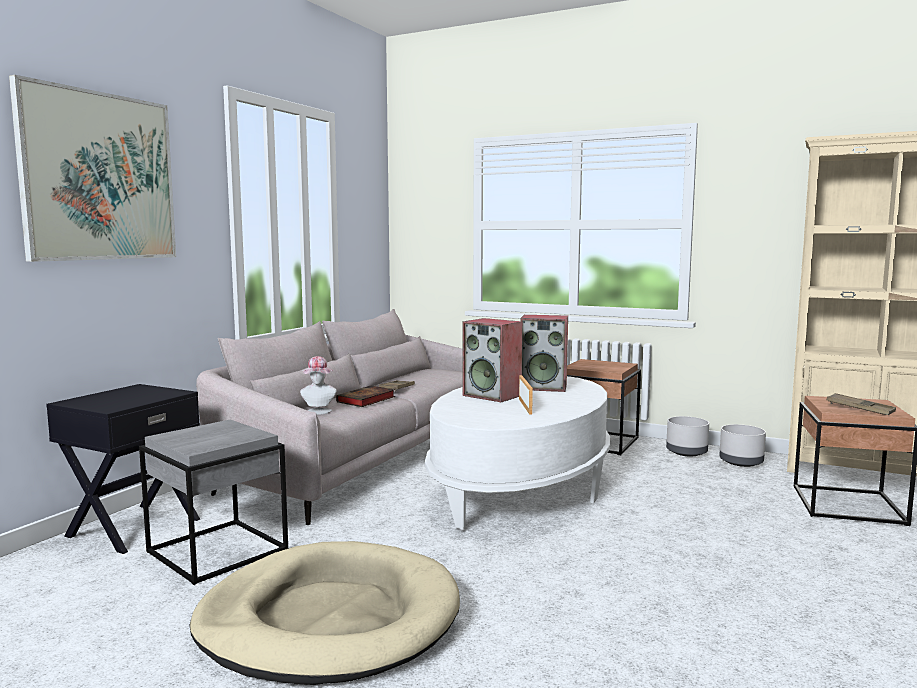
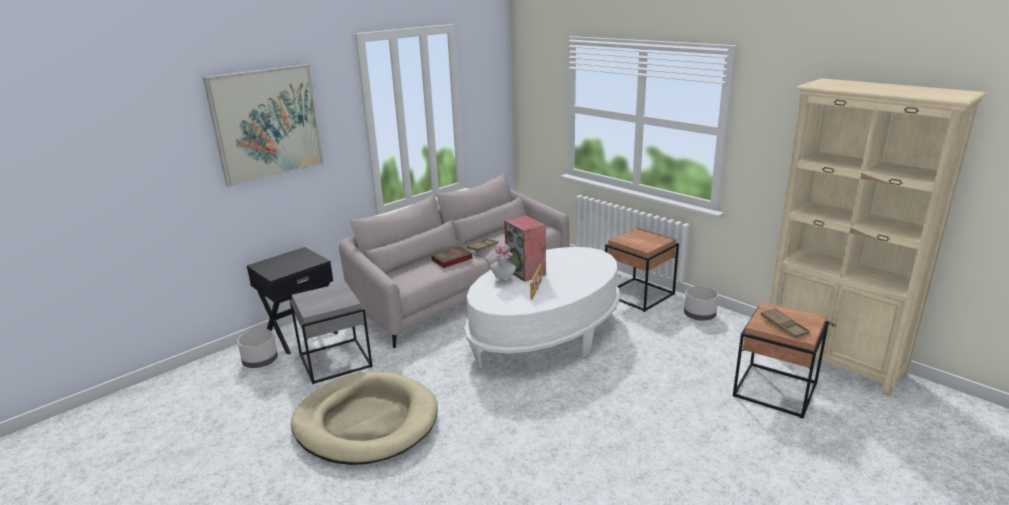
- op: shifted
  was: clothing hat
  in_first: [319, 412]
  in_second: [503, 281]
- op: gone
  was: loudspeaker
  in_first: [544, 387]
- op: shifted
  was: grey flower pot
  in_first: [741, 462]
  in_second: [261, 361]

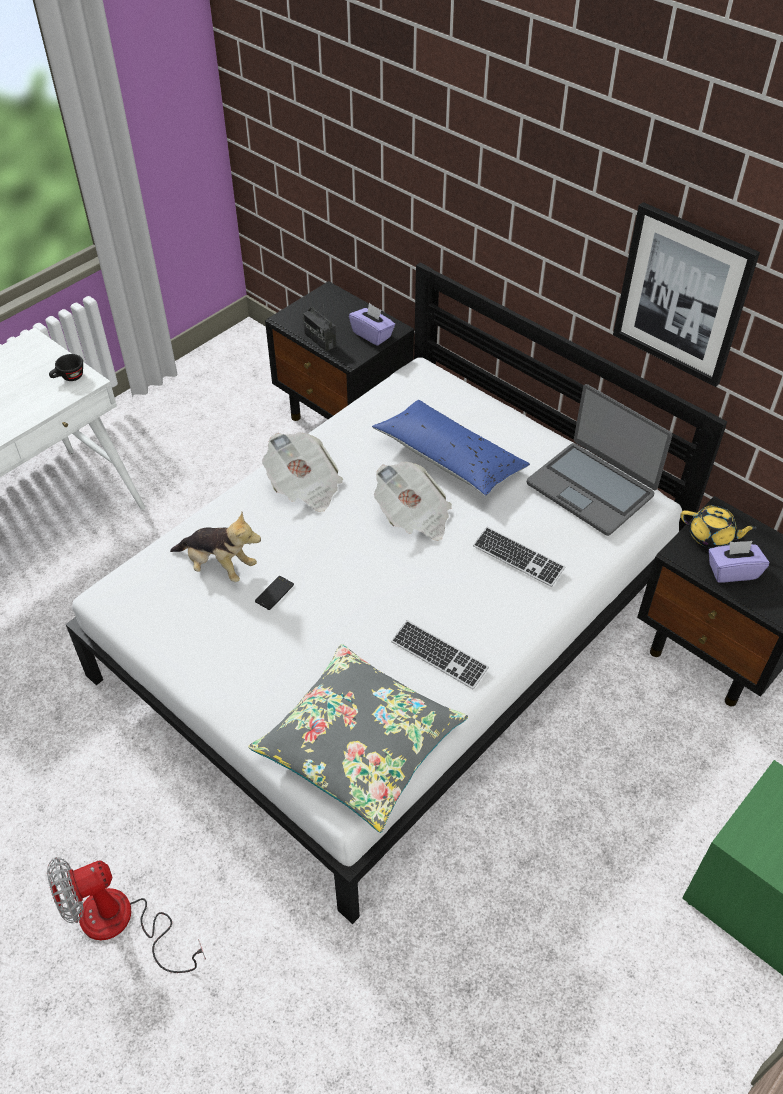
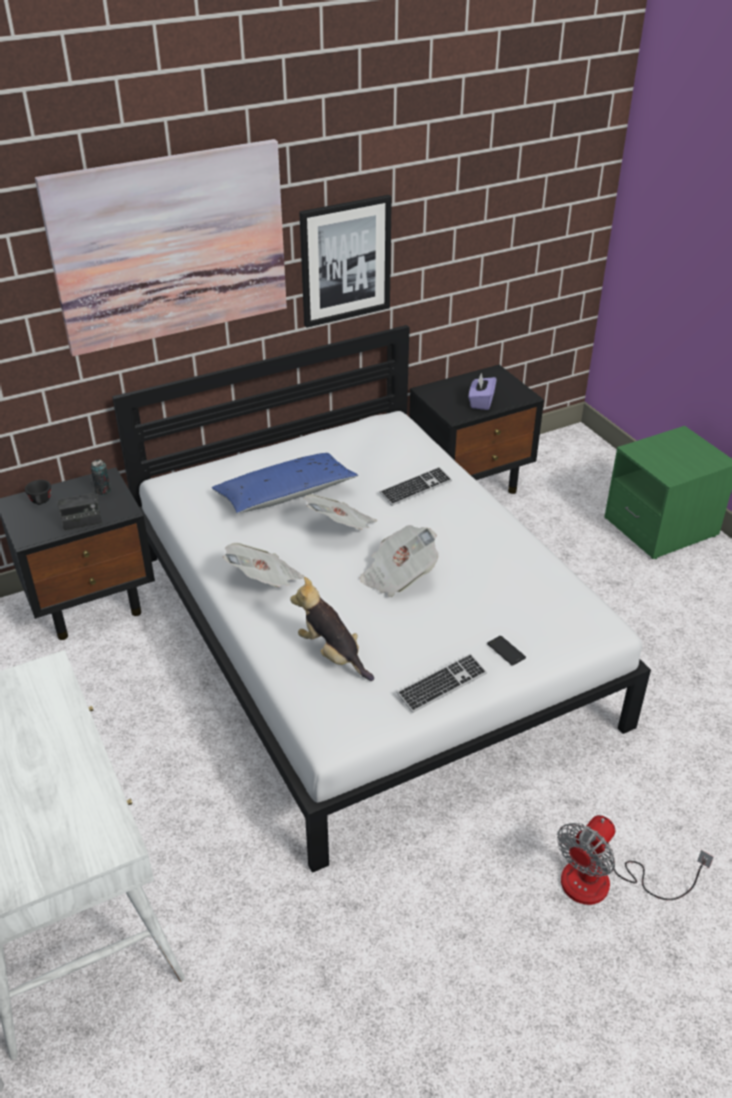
- op: rotated
  was: fan
  in_first: [122, 924]
  in_second: [604, 883]
  clockwise: 45
- op: shifted
  was: black-coloured cup
  in_first: [69, 378]
  in_second: [41, 502]
- op: rotated
  was: cuddly toy
  in_first: [218, 566]
  in_second: [332, 654]
  clockwise: -90
- op: gone
  was: grey pillow
  in_first: [360, 744]
- op: shifted
  was: telephone
  in_first: [274, 593]
  in_second: [506, 651]
- op: swapped
  was: purple-coloured tissue holder
  now: can
  in_first: [372, 334]
  in_second: [103, 491]
- op: shifted
  was: keyboard
  in_first: [439, 656]
  in_second: [442, 684]
- op: gone
  was: notebook computer
  in_first: [591, 488]
- op: gone
  was: yellow-coloured tea pot
  in_first: [711, 537]
- op: new
  now: wall art
  in_second: [171, 247]
- op: new
  now: daily paper
  in_second: [398, 576]

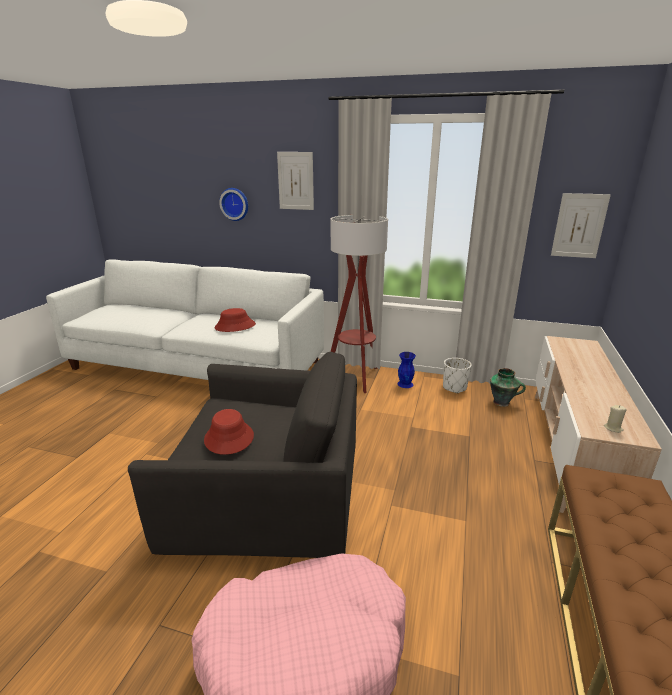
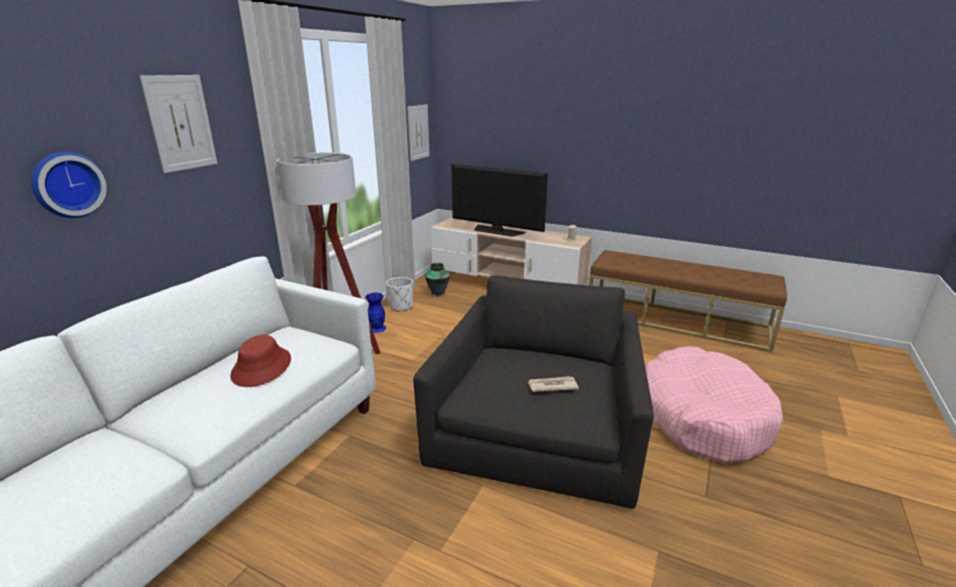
- op: swapped
  was: red-coloured clothing hat
  now: daily paper
  in_first: [228, 438]
  in_second: [552, 386]
- op: new
  now: TV set
  in_second: [497, 231]

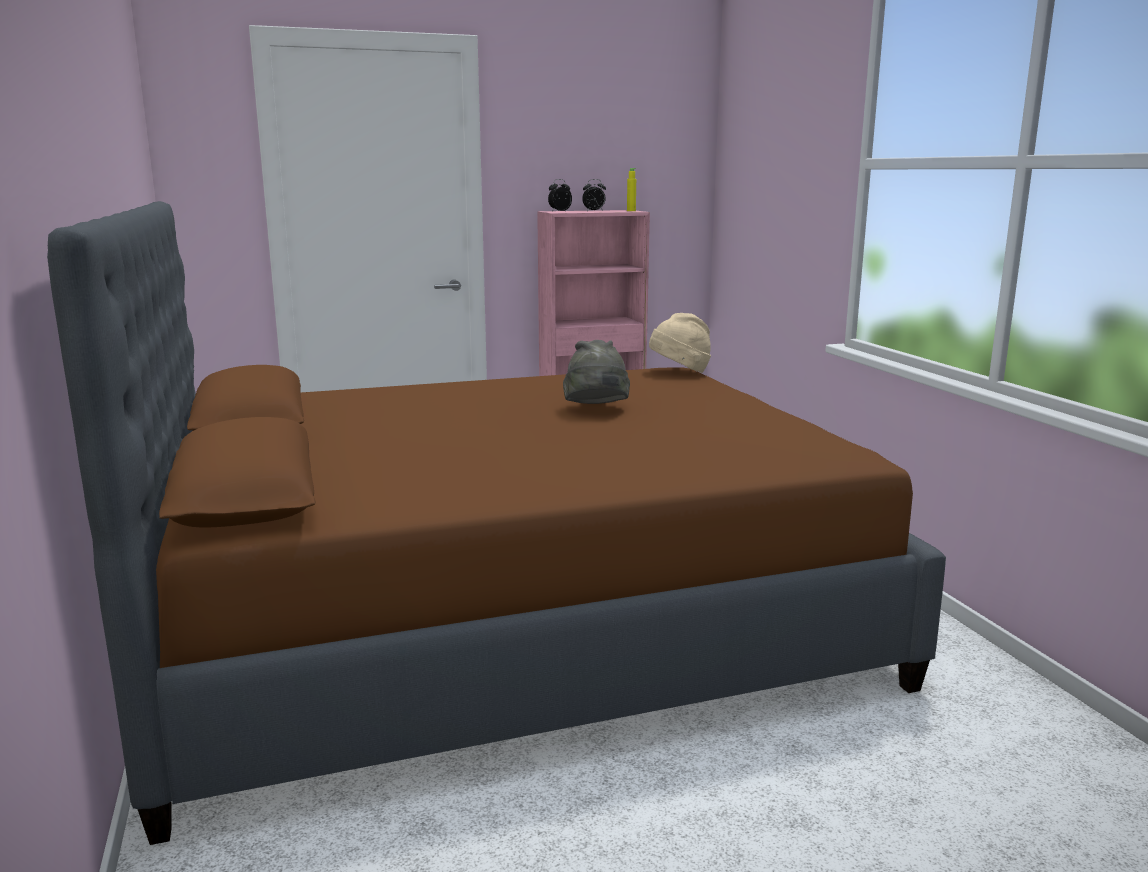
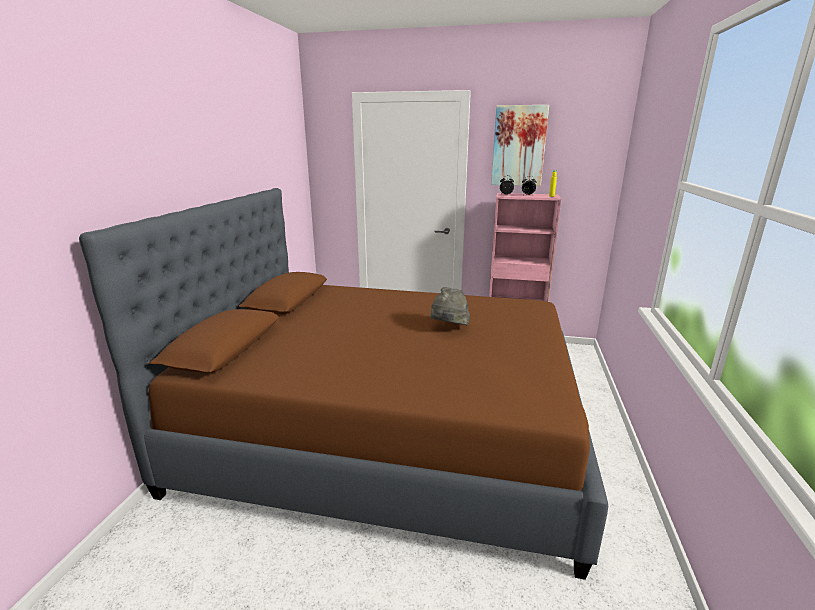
- op: gone
  was: beige clothing hat
  in_first: [680, 372]
- op: new
  now: wall art
  in_second: [518, 146]

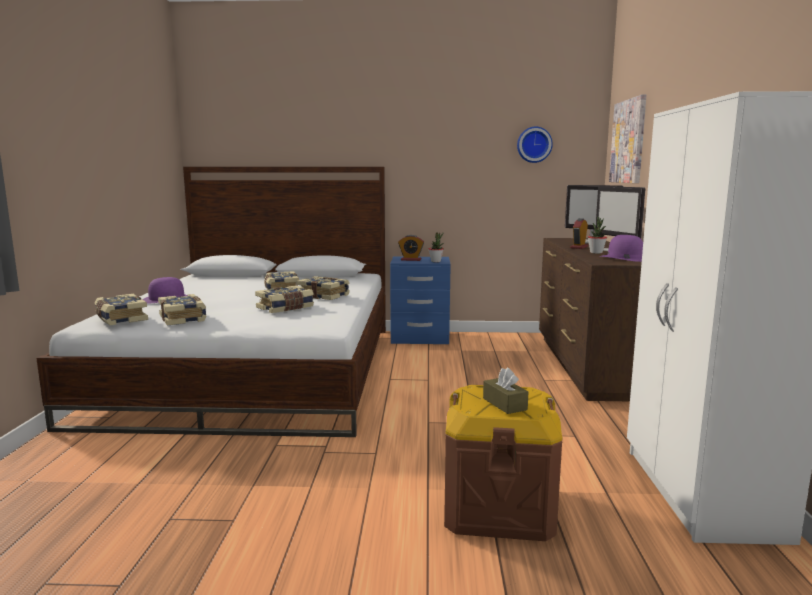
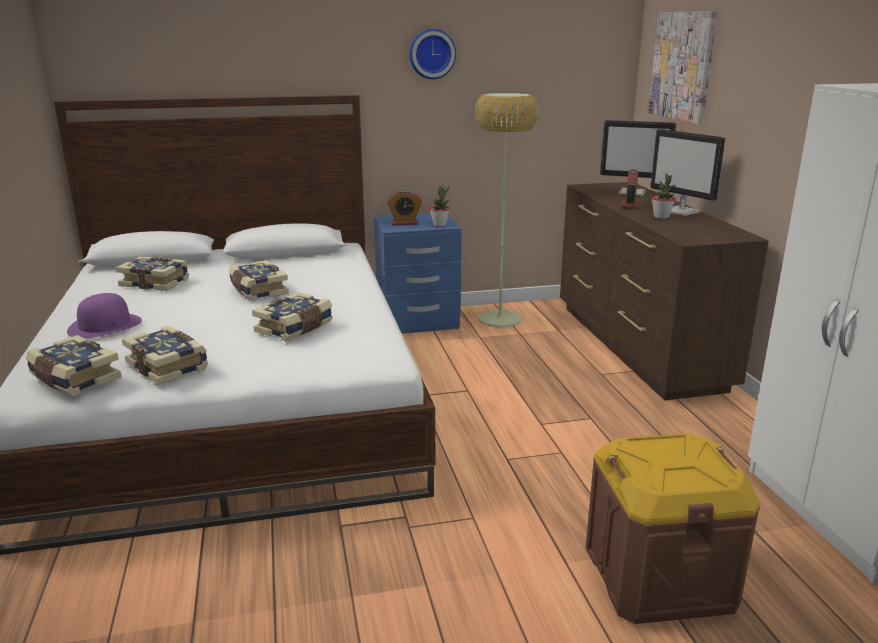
- op: shifted
  was: volume
  in_first: [324, 296]
  in_second: [155, 283]
- op: gone
  was: brownish tissue holder
  in_first: [504, 404]
- op: shifted
  was: clock on the wall
  in_first: [534, 144]
  in_second: [431, 54]
- op: gone
  was: purple-coloured clothing hat
  in_first: [625, 258]
- op: new
  now: floor lamp
  in_second: [499, 319]

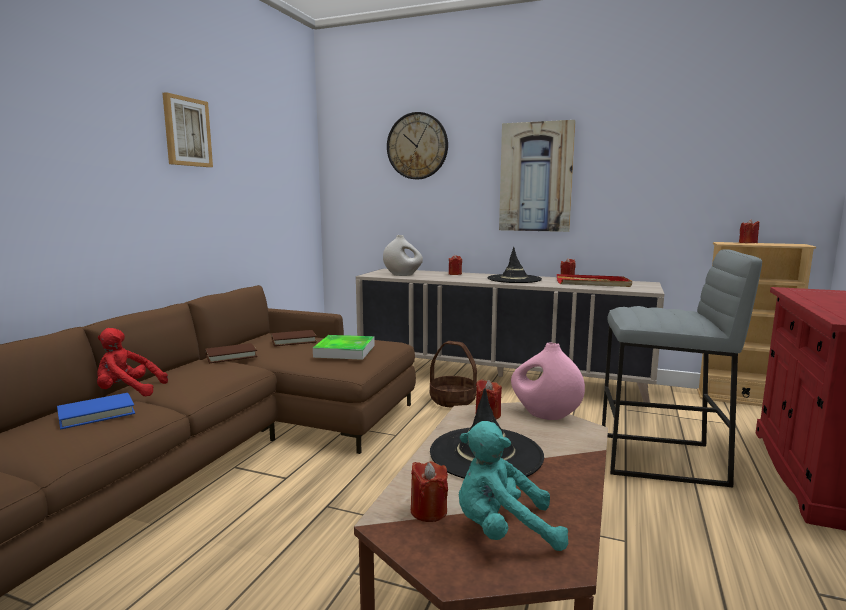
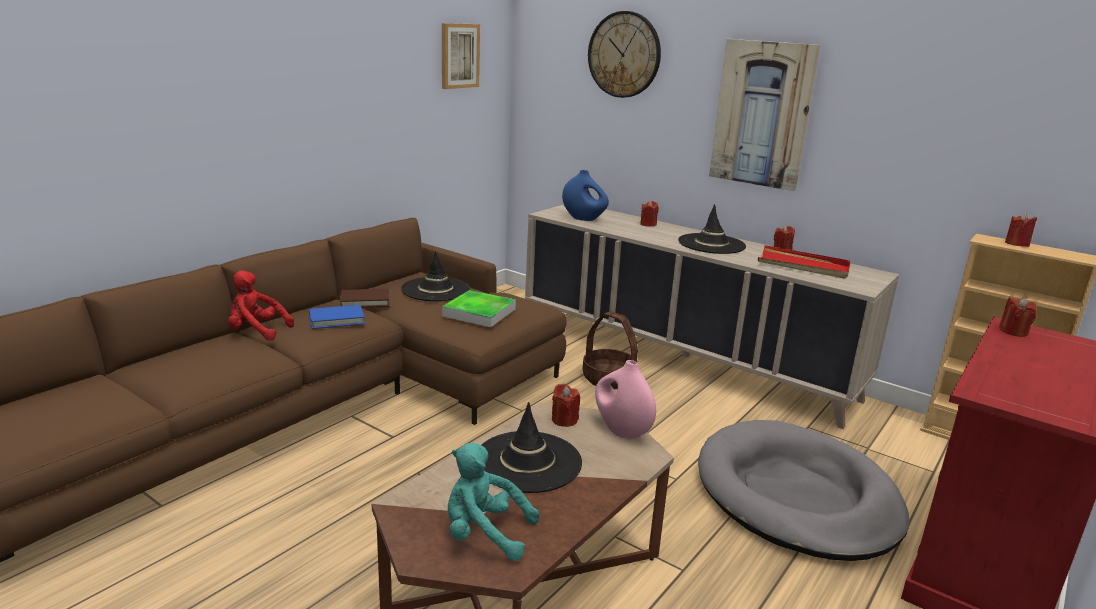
- op: shifted
  was: blue volume
  in_first: [96, 414]
  in_second: [337, 320]
- op: shifted
  was: wall art
  in_first: [187, 132]
  in_second: [459, 56]
- op: swapped
  was: brownish volume
  now: black-coloured clothing hat
  in_first: [294, 340]
  in_second: [435, 289]
- op: repainted
  was: white decorative vase
  now: blue decorative vase
  in_first: [402, 275]
  in_second: [584, 218]
- op: shifted
  was: red-coloured wax candle
  in_first: [428, 511]
  in_second: [1013, 331]
- op: swapped
  was: grey stool seat
  now: grey pet bed
  in_first: [660, 459]
  in_second: [796, 495]

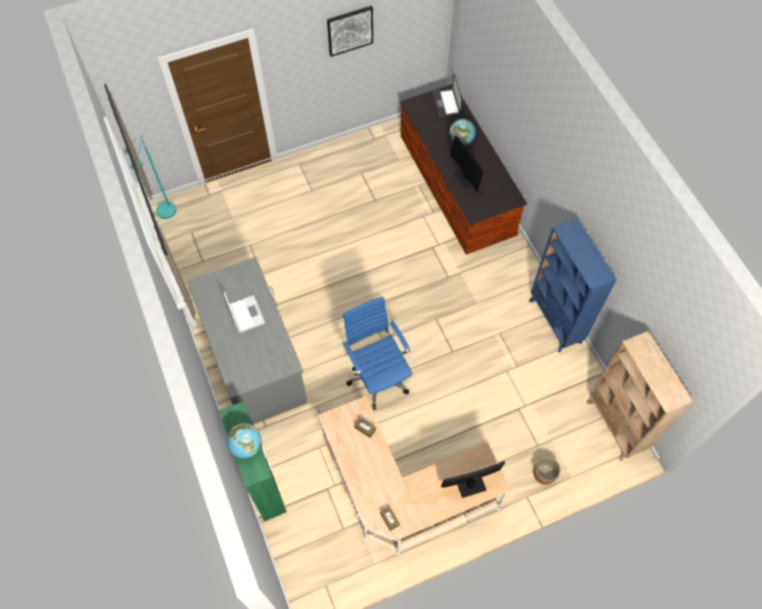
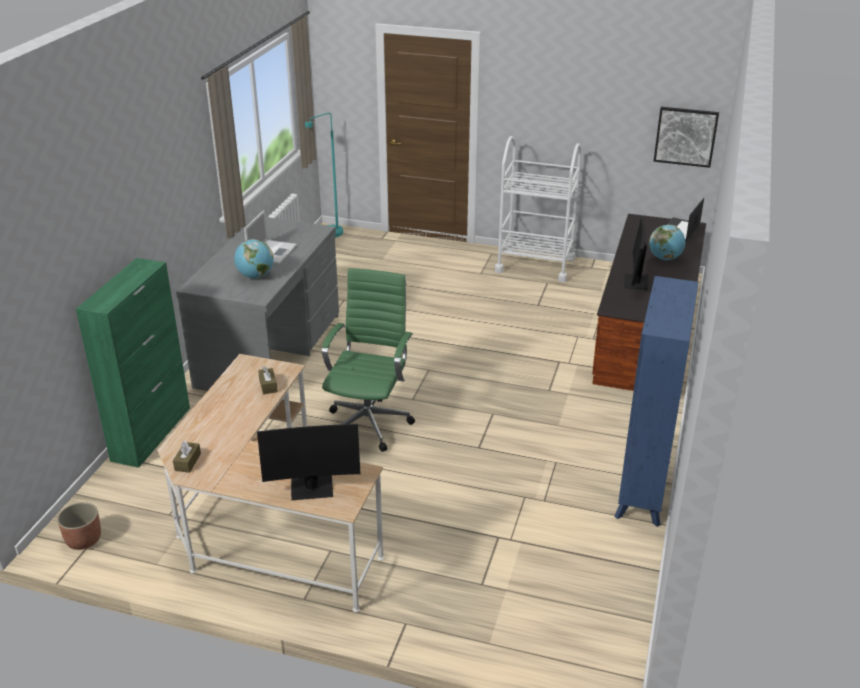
- op: shifted
  was: world globe
  in_first: [246, 446]
  in_second: [255, 276]
- op: shifted
  was: wall art
  in_first: [350, 30]
  in_second: [685, 136]
- op: repainted
  was: blue computer chair
  now: green computer chair
  in_first: [377, 376]
  in_second: [370, 422]
- op: rotated
  was: computer display
  in_first: [470, 485]
  in_second: [312, 488]
  clockwise: 150
- op: shifted
  was: flower pot
  in_first: [544, 475]
  in_second: [83, 540]
- op: gone
  was: beige shelving unit
  in_first: [615, 426]
- op: new
  now: white trolley
  in_second: [535, 265]

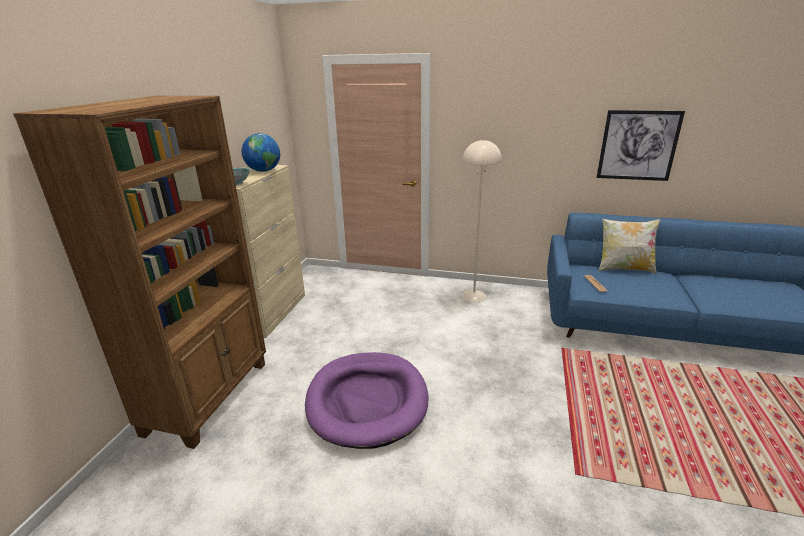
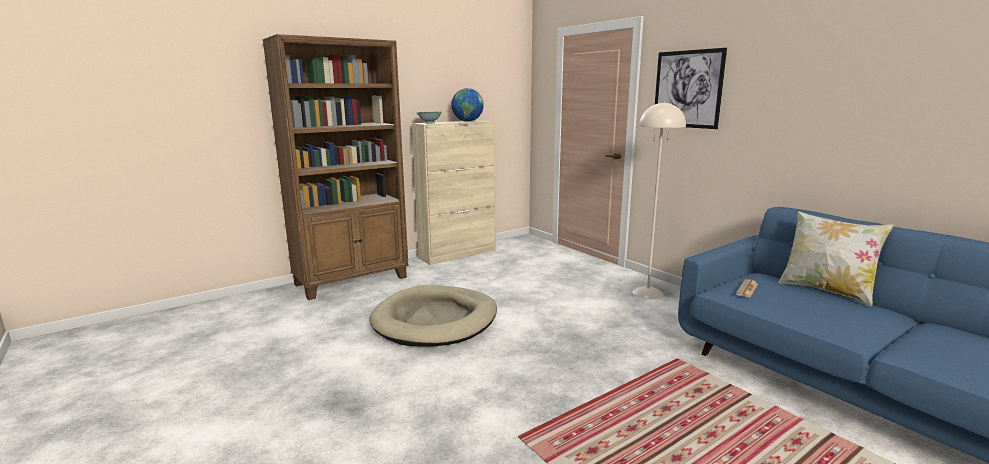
- op: repainted
  was: purple-coloured pet bed
  now: beige pet bed
  in_first: [367, 401]
  in_second: [435, 320]
- op: shifted
  was: wall art
  in_first: [638, 145]
  in_second: [687, 89]

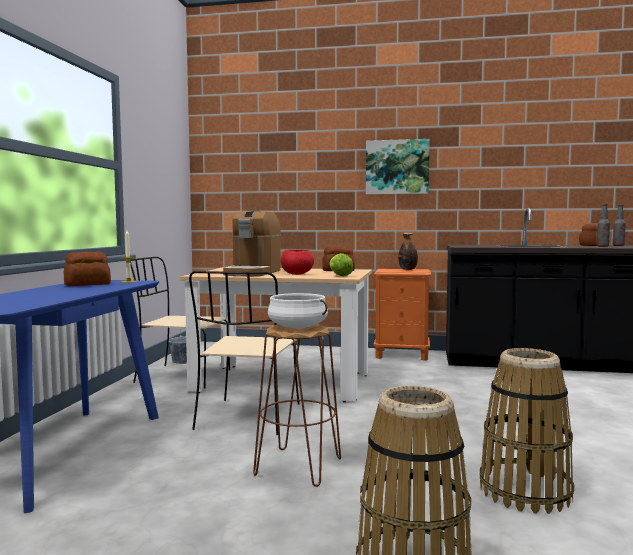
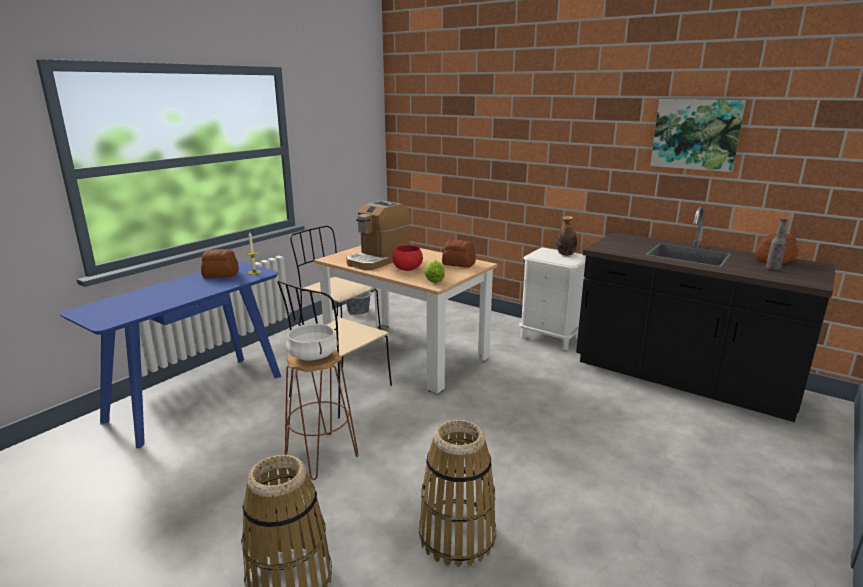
- op: shifted
  was: wall art
  in_first: [397, 167]
  in_second: [696, 134]
- op: repainted
  was: orange nightstand
  now: white nightstand
  in_first: [402, 355]
  in_second: [550, 337]
- op: gone
  was: bottle
  in_first: [618, 245]

